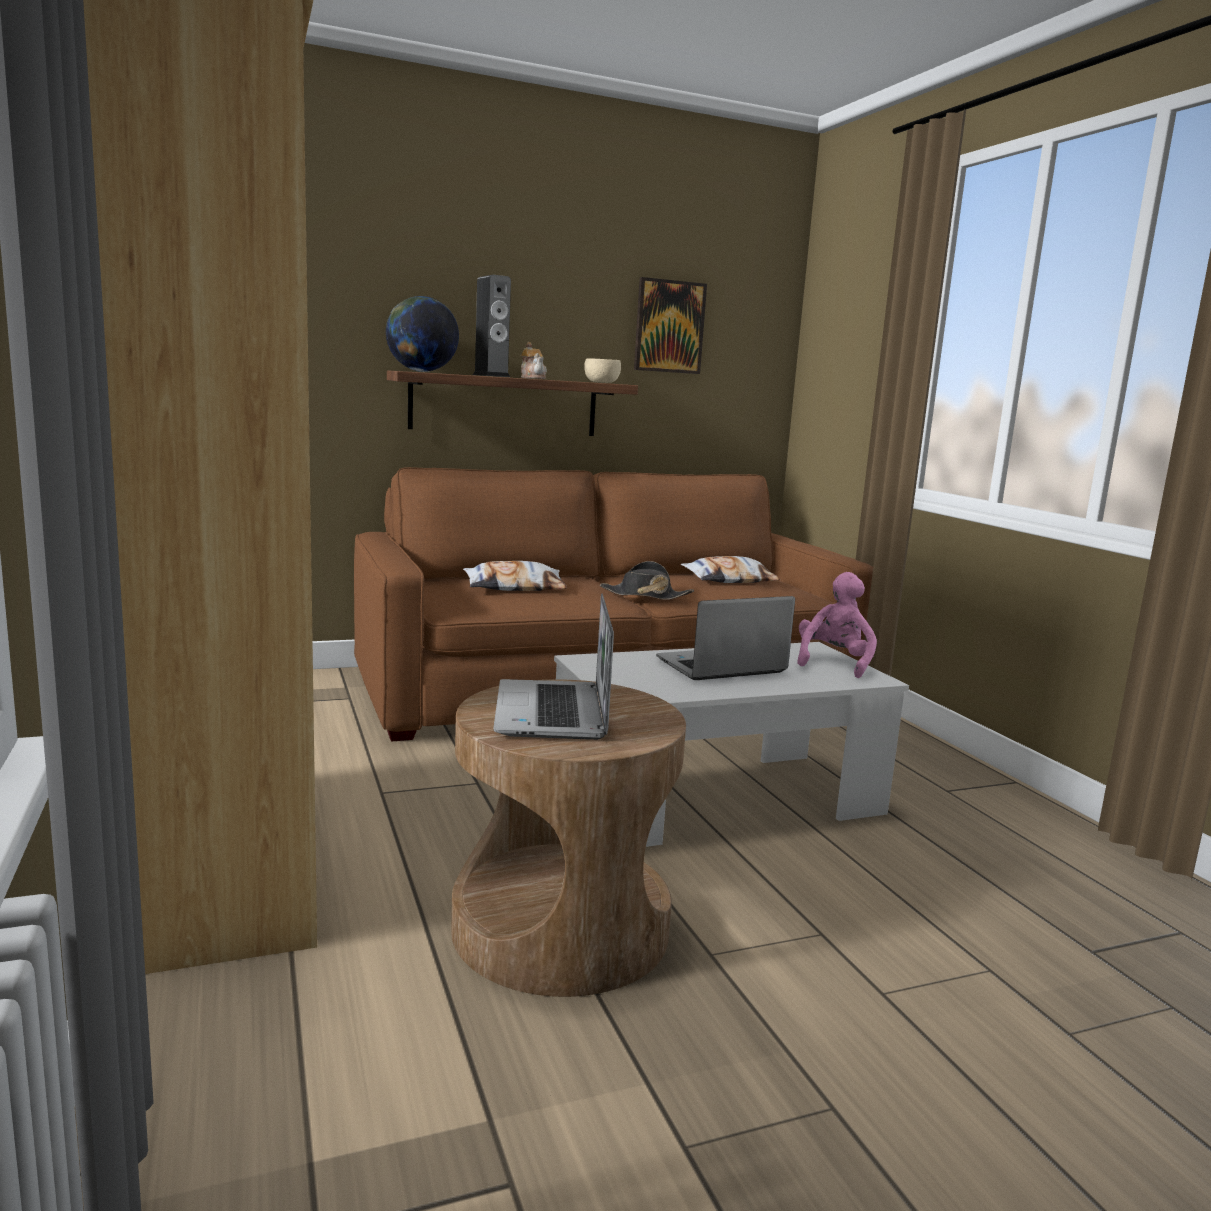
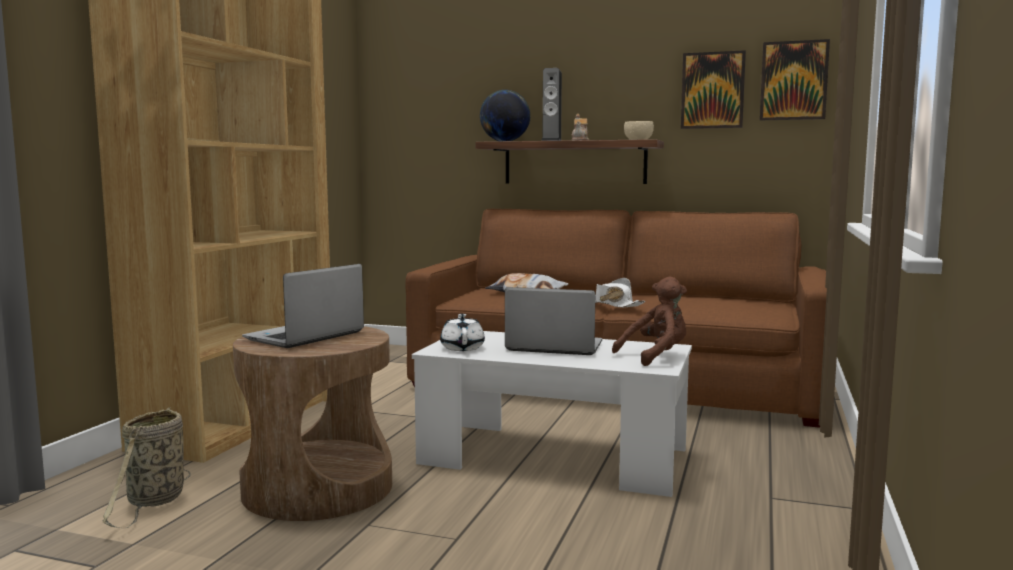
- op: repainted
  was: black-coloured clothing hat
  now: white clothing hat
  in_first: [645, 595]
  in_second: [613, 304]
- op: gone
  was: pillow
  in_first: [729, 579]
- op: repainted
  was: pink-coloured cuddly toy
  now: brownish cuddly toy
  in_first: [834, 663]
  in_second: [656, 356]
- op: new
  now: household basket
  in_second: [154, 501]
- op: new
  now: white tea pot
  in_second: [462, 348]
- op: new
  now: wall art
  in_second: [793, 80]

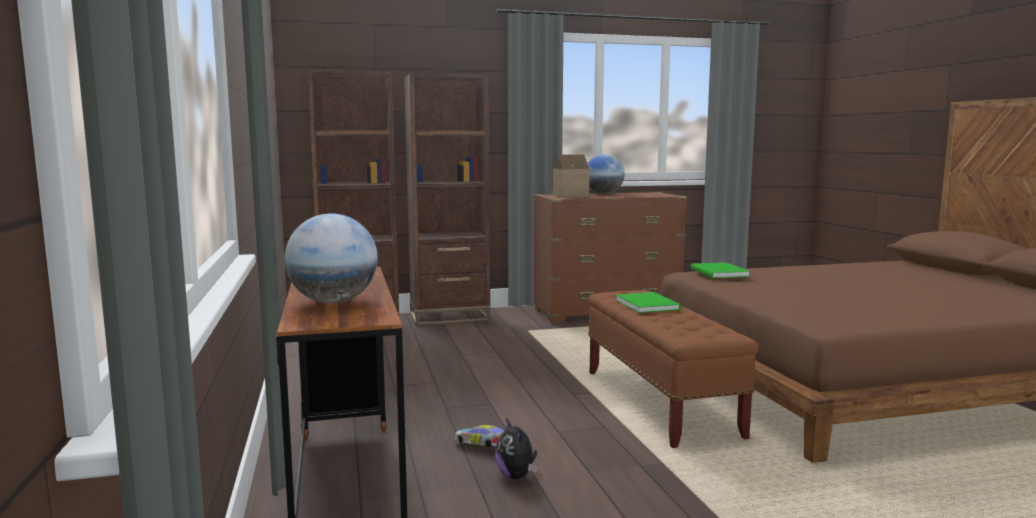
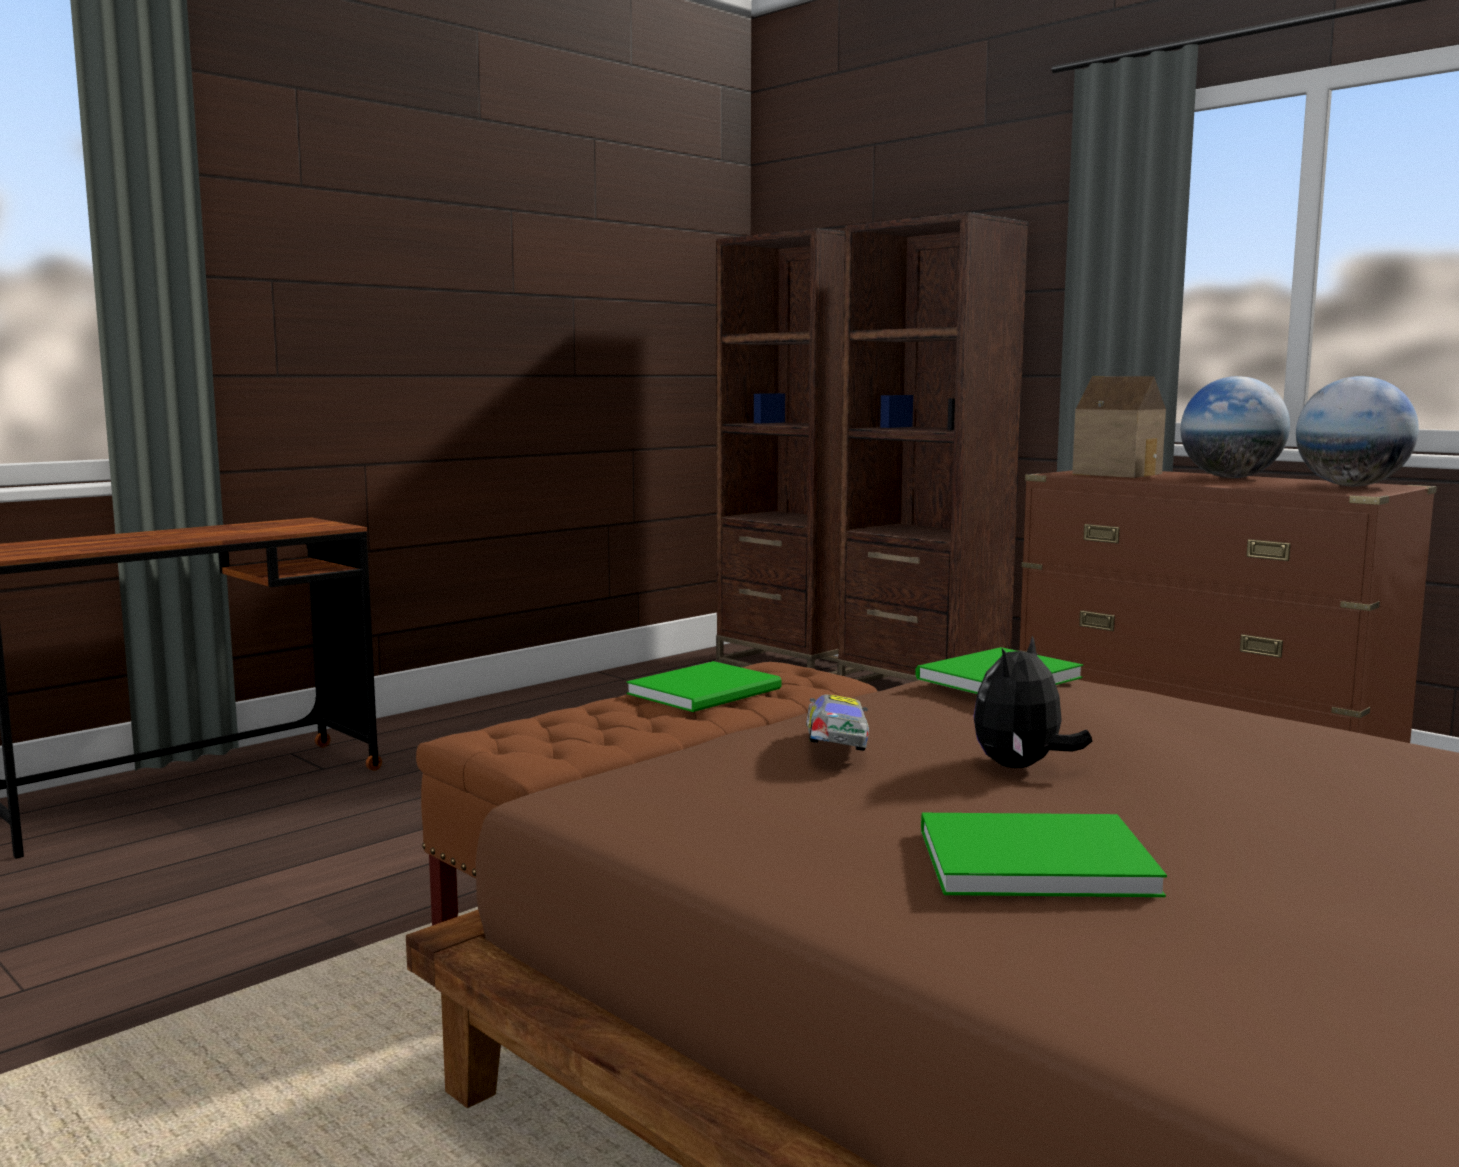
- op: shifted
  was: world globe
  in_first: [333, 302]
  in_second: [1351, 486]
- op: shifted
  was: model car
  in_first: [482, 447]
  in_second: [837, 748]
- op: shifted
  was: cuddly toy
  in_first: [516, 476]
  in_second: [1021, 767]
- op: new
  now: green volume
  in_second: [1026, 859]

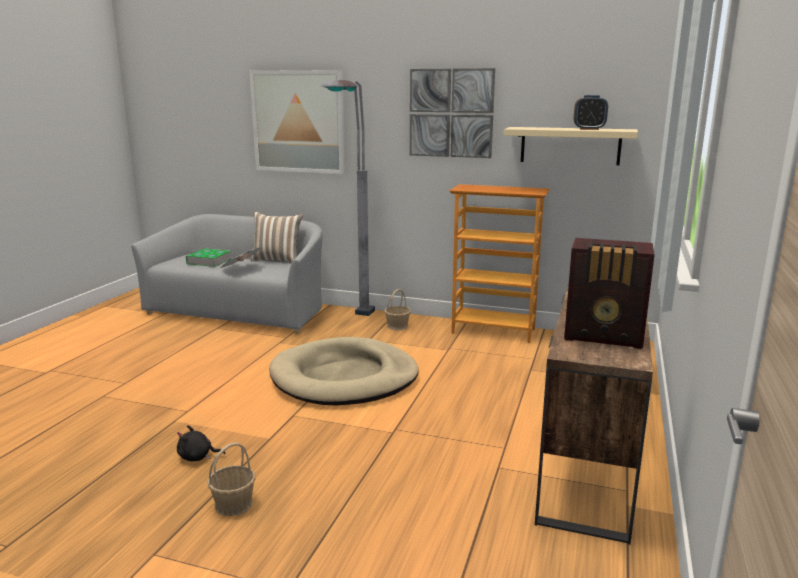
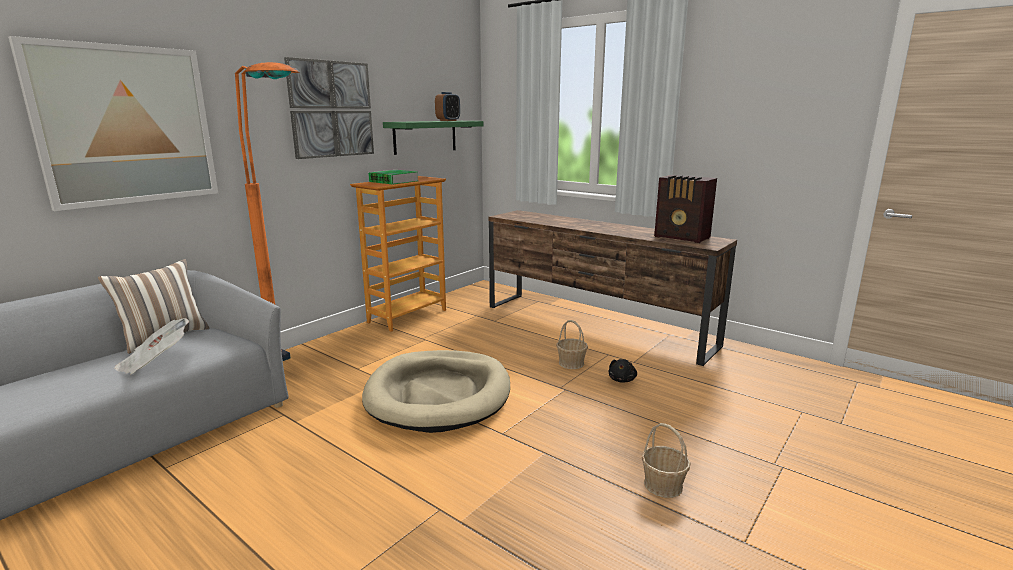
- op: shifted
  was: black-coloured cuddly toy
  in_first: [197, 457]
  in_second: [622, 380]
- op: shifted
  was: volume
  in_first: [209, 261]
  in_second: [393, 181]
- op: repainted
  was: grey floor lamp
  now: orange floor lamp
  in_first: [351, 323]
  in_second: [299, 370]
- op: shifted
  was: household basket
  in_first: [397, 326]
  in_second: [571, 363]
- op: repainted
  was: beige bracket shelf
  now: green bracket shelf
  in_first: [570, 145]
  in_second: [425, 136]
- op: rotated
  was: radio set
  in_first: [605, 337]
  in_second: [682, 237]
  clockwise: 90

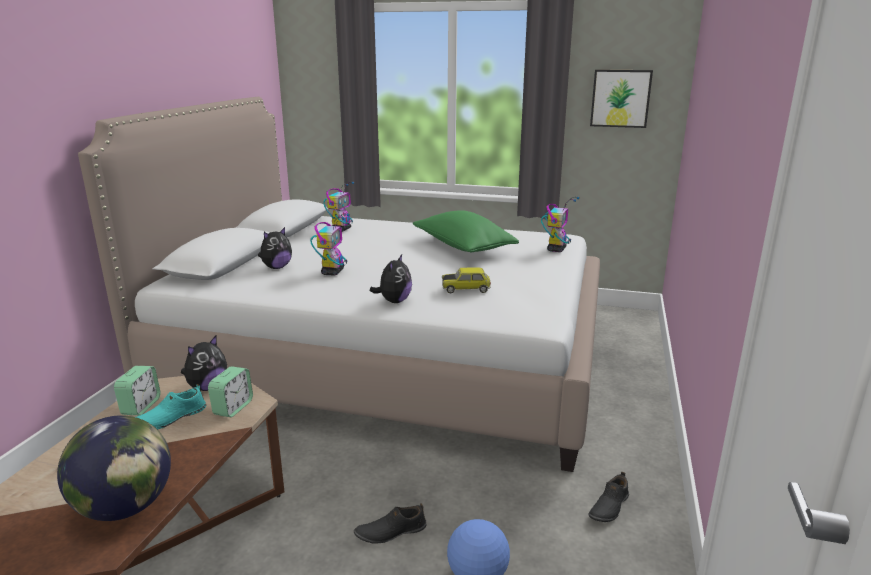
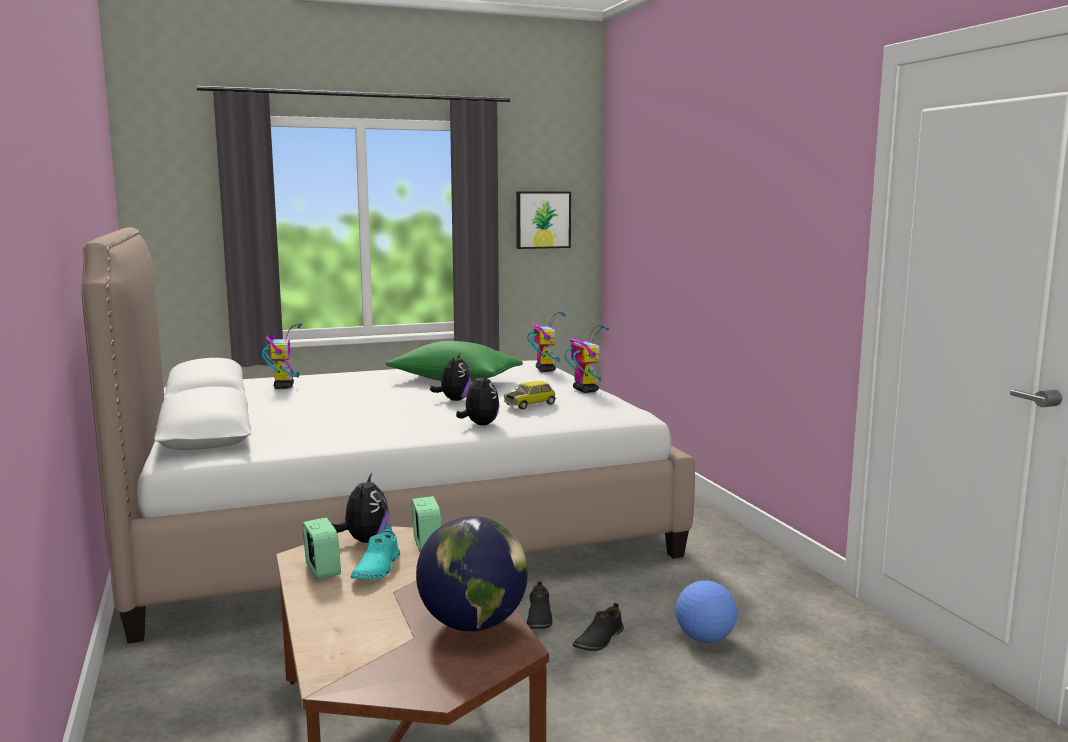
- op: shifted
  was: cuddly toy
  in_first: [276, 267]
  in_second: [454, 400]
- op: shifted
  was: model robot
  in_first: [332, 272]
  in_second: [585, 390]
- op: shifted
  was: black-coloured item of footwear
  in_first: [608, 507]
  in_second: [538, 618]

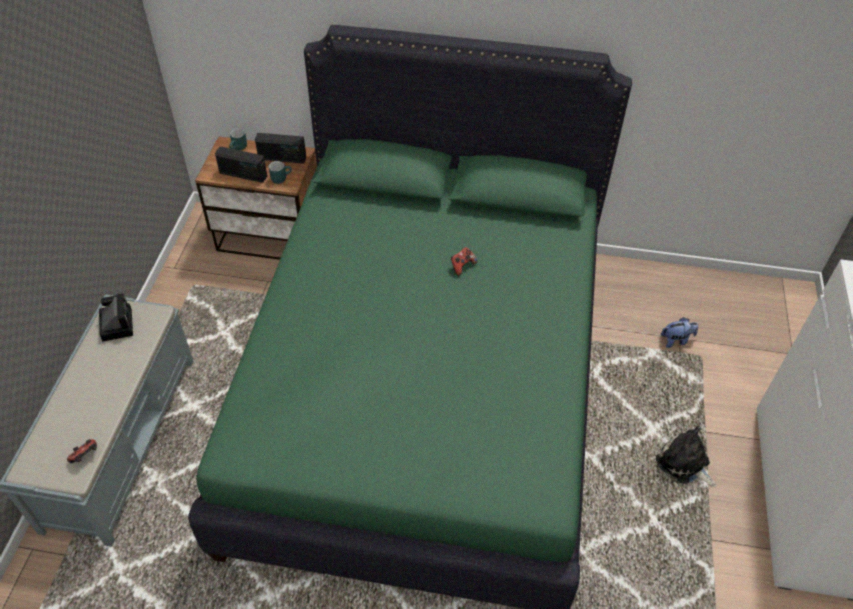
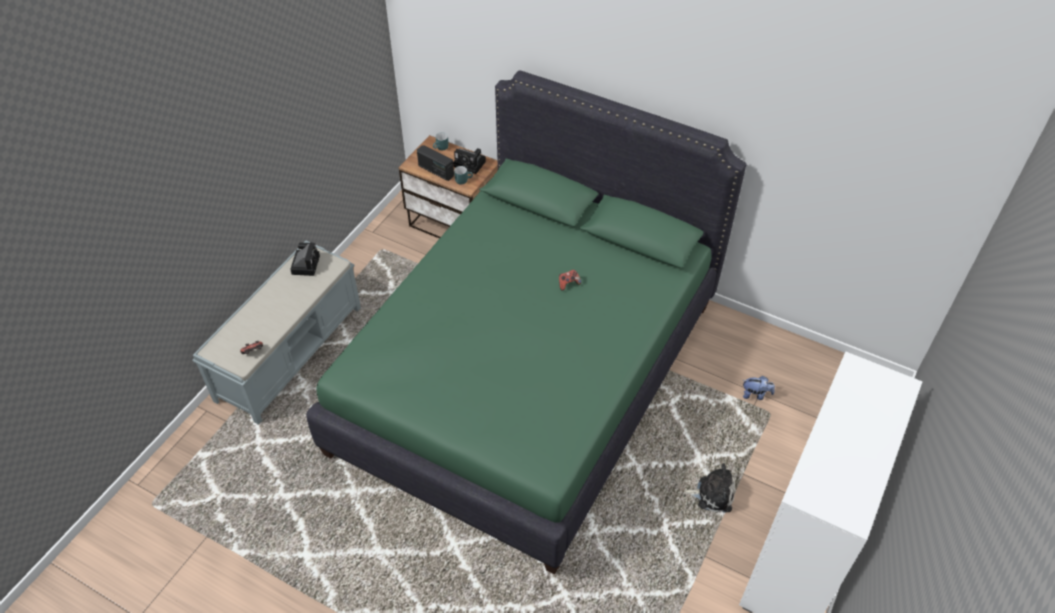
- op: swapped
  was: radio set
  now: still camera
  in_first: [282, 158]
  in_second: [471, 164]
- op: rotated
  was: cuddly toy
  in_first: [684, 464]
  in_second: [712, 493]
  clockwise: 120

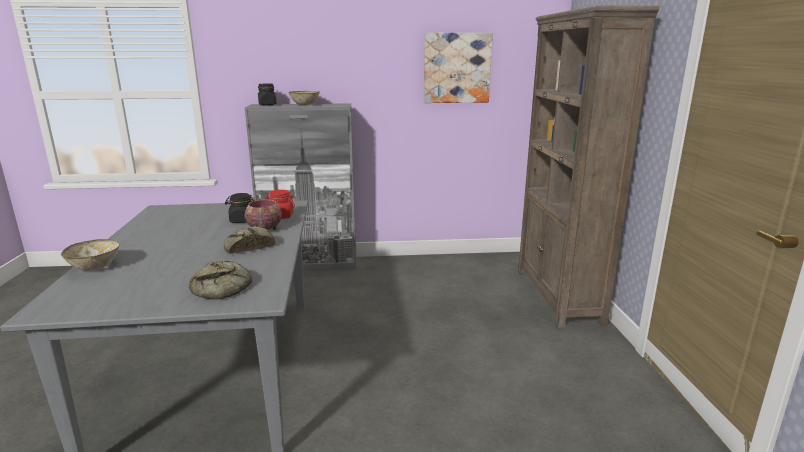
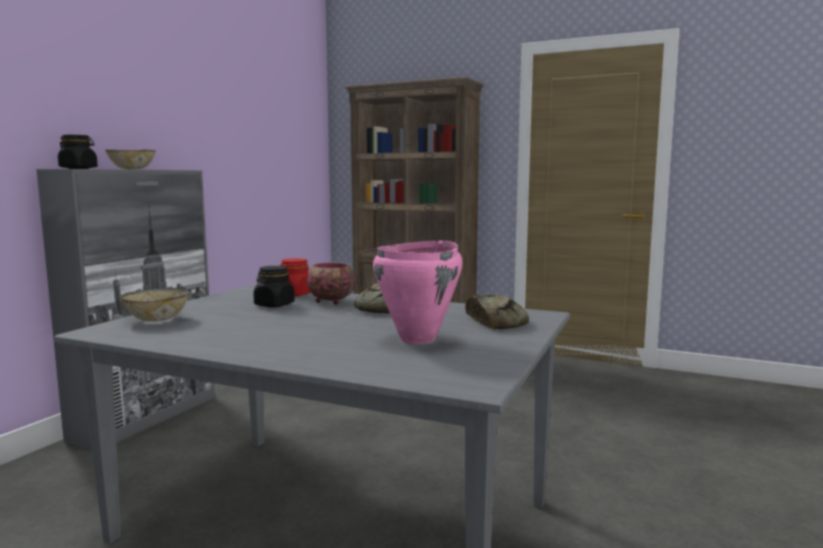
- op: shifted
  was: bowl
  in_first: [95, 267]
  in_second: [156, 319]
- op: gone
  was: wall art
  in_first: [456, 68]
- op: new
  now: pink-coloured saucepot
  in_second: [418, 339]

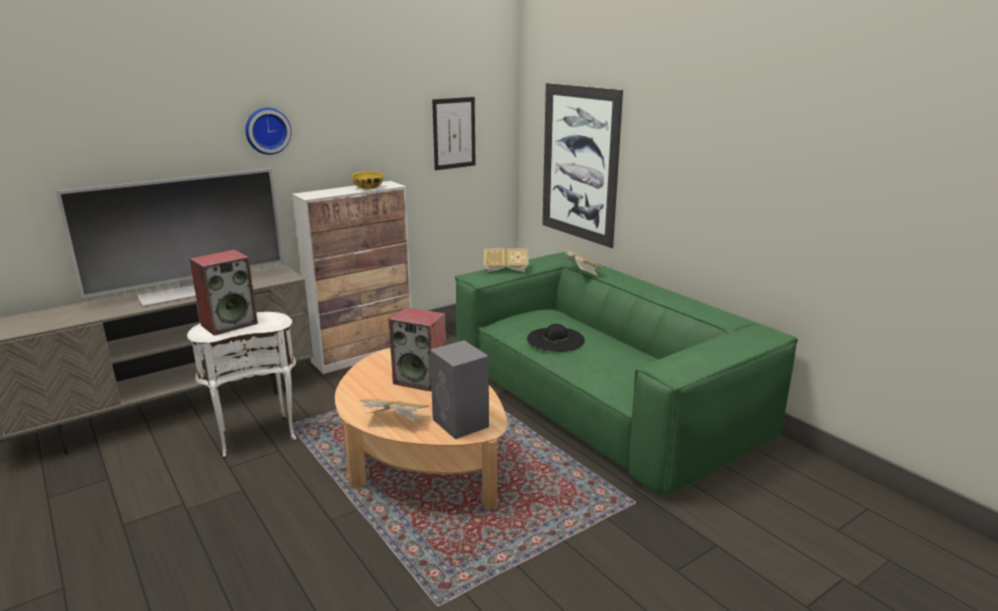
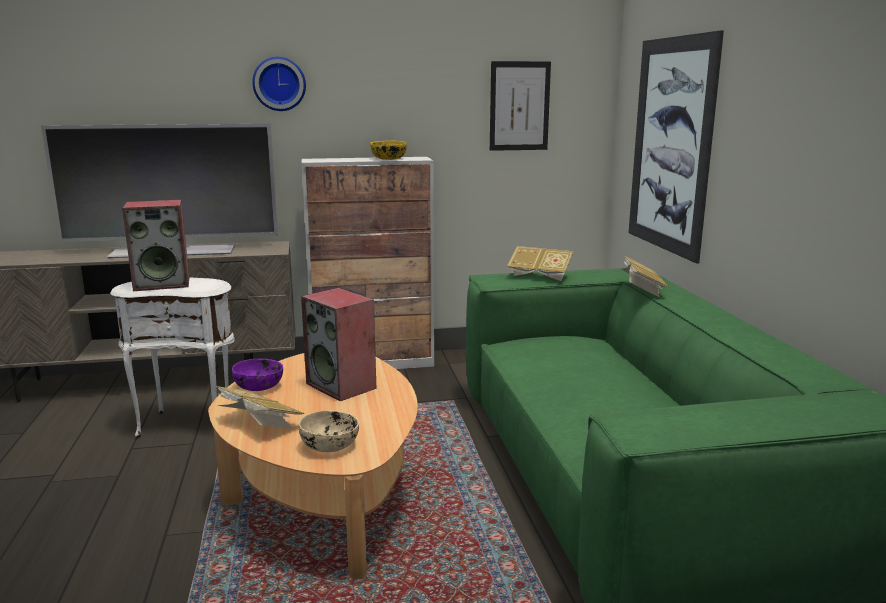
- op: swapped
  was: grey loudspeaker
  now: beige bowl
  in_first: [461, 424]
  in_second: [330, 445]
- op: gone
  was: black-coloured clothing hat
  in_first: [555, 339]
- op: new
  now: purple-coloured bowl
  in_second: [259, 387]

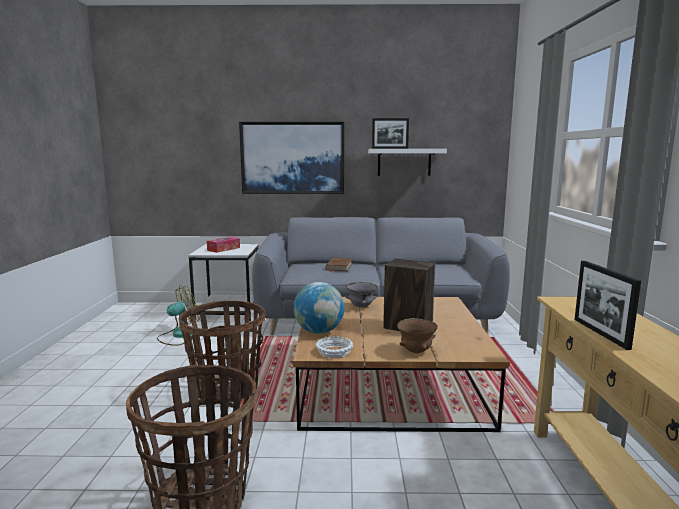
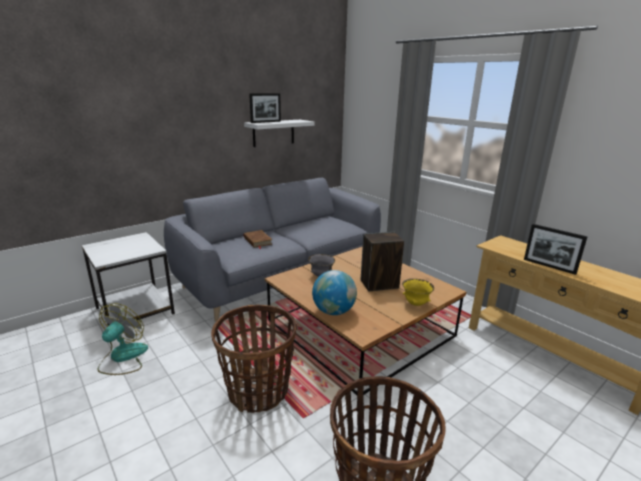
- op: gone
  was: tissue holder
  in_first: [223, 249]
- op: gone
  was: wall art
  in_first: [293, 158]
- op: gone
  was: white bowl
  in_first: [334, 351]
- op: repainted
  was: brownish bowl
  now: yellow-coloured bowl
  in_first: [416, 351]
  in_second: [415, 304]

